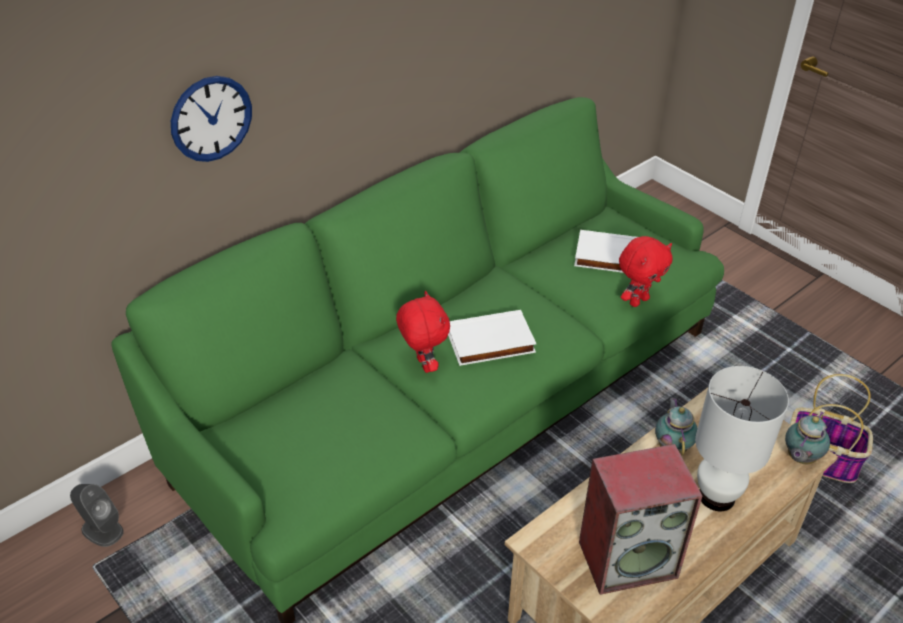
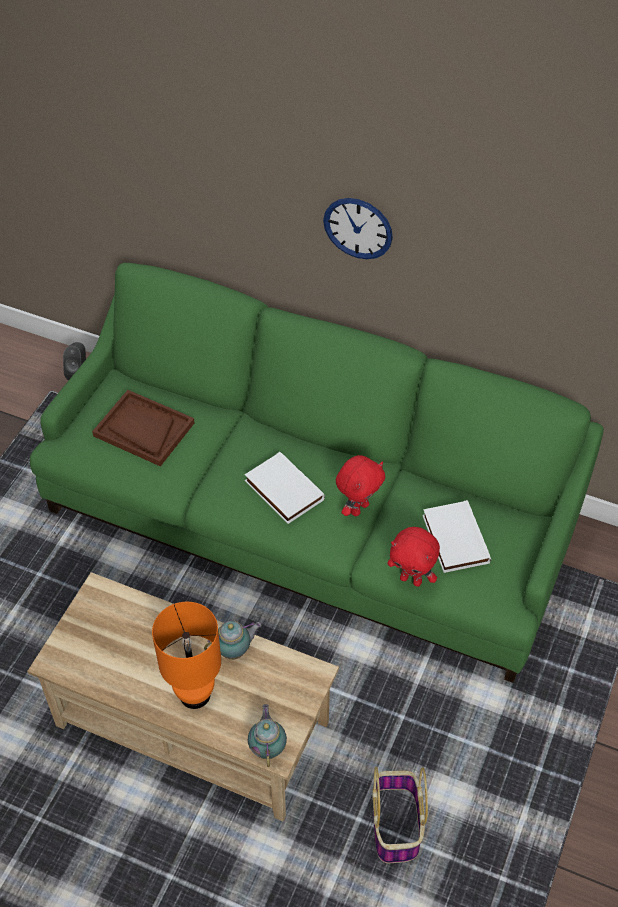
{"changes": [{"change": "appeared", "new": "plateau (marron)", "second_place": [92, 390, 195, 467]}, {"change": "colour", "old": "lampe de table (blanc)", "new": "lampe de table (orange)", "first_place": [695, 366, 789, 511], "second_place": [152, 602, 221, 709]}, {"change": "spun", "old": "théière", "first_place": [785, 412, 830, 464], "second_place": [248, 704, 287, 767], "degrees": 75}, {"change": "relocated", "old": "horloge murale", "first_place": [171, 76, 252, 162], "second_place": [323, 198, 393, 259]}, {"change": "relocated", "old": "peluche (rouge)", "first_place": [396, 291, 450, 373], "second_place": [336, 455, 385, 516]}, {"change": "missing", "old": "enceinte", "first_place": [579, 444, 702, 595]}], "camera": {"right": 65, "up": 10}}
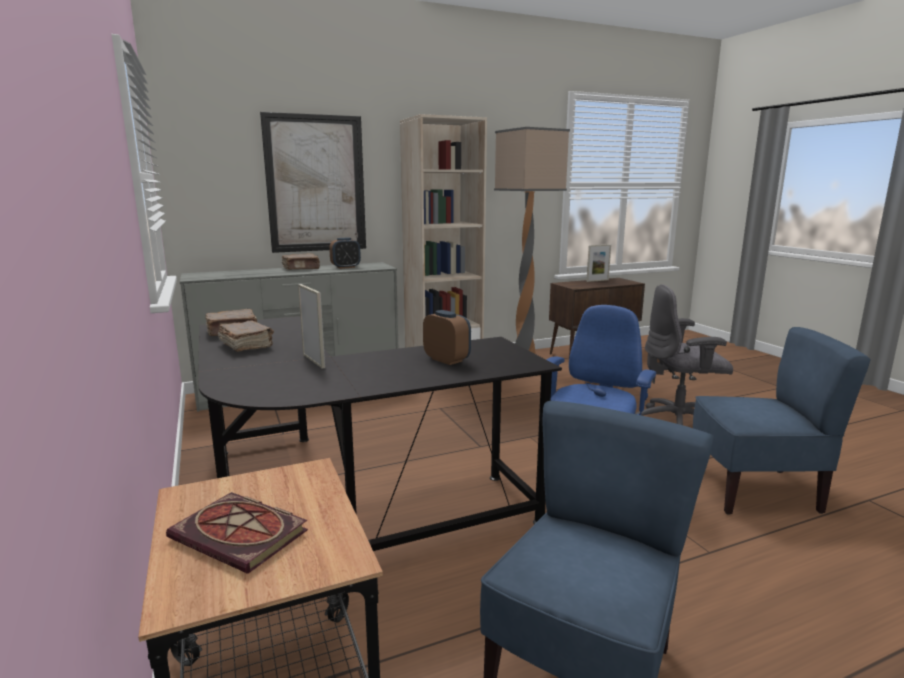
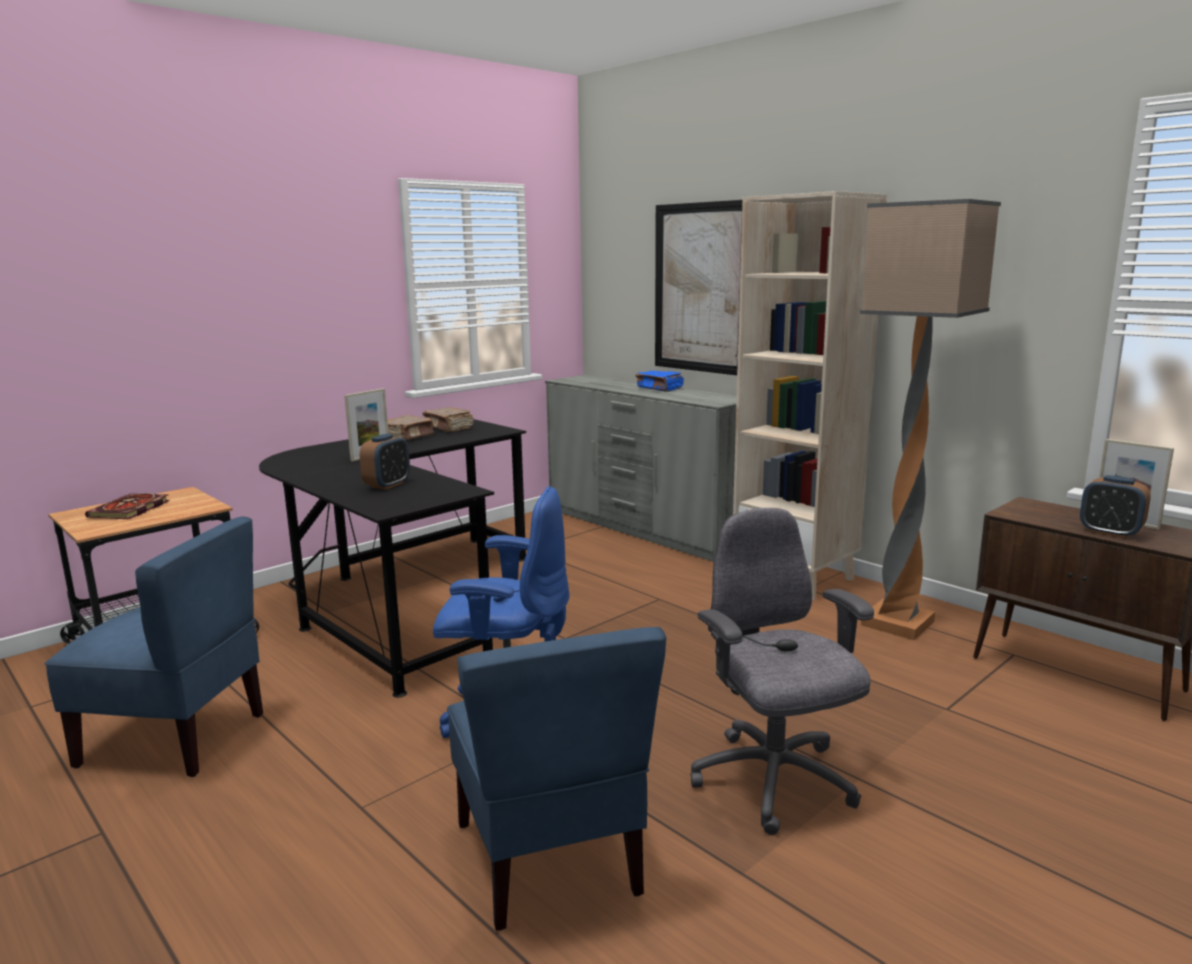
{"changes": [{"change": "colour", "old": "livre (marron)", "new": "livre (bleu)", "first_place": [282, 253, 320, 270], "second_place": [635, 370, 684, 392]}, {"change": "relocated", "old": "réveil", "first_place": [329, 238, 361, 269], "second_place": [1080, 475, 1151, 538]}], "camera": {"right": 70, "up": 0}}
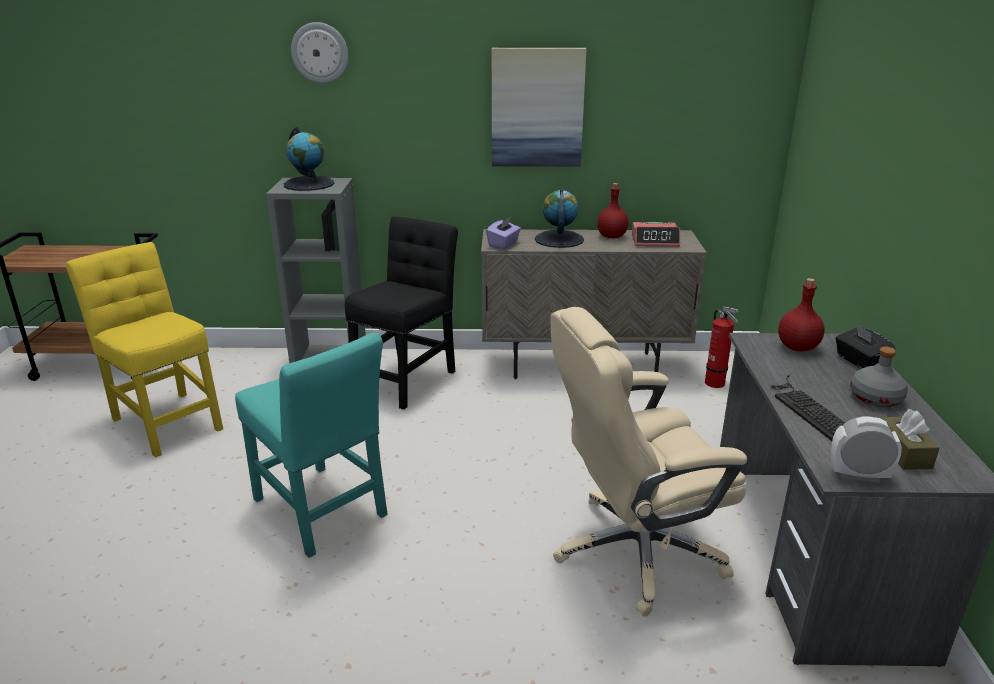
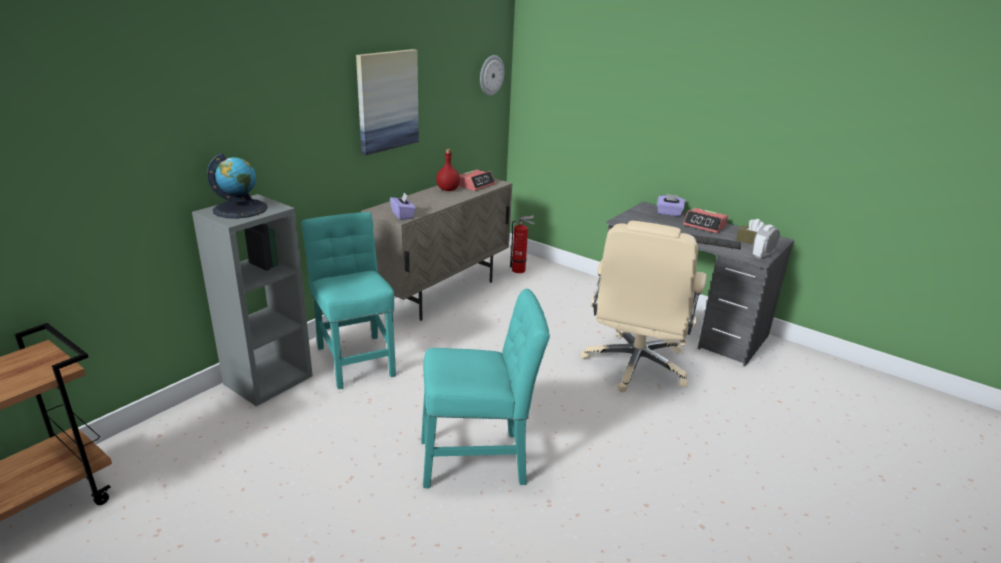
{"changes": [{"change": "colour", "old": "chaise (noir)", "new": "chaise (turquoise)", "first_place": [345, 216, 458, 410], "second_place": [302, 212, 396, 389]}, {"change": "relocated", "old": "horloge murale", "first_place": [291, 22, 348, 83], "second_place": [480, 55, 504, 96]}, {"change": "colour", "old": "boîte à mouchoirs (noir)", "new": "boîte à mouchoirs (violet)", "first_place": [835, 325, 895, 369], "second_place": [657, 194, 686, 217]}, {"change": "exchanged", "old": "bouteille (gris)", "new": "réveil", "first_place": [850, 346, 908, 407], "second_place": [683, 208, 728, 233]}, {"change": "missing", "old": "chaise (jaune)", "first_place": [66, 242, 223, 458]}, {"change": "missing", "old": "globe", "first_place": [535, 188, 584, 248]}, {"change": "missing", "old": "bouteille (rouge)", "first_place": [778, 278, 825, 351]}], "camera": {"right": -55, "up": 0}}
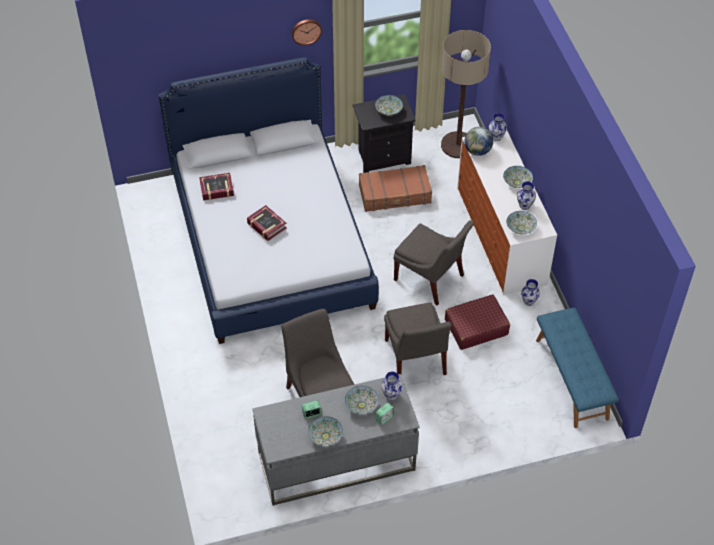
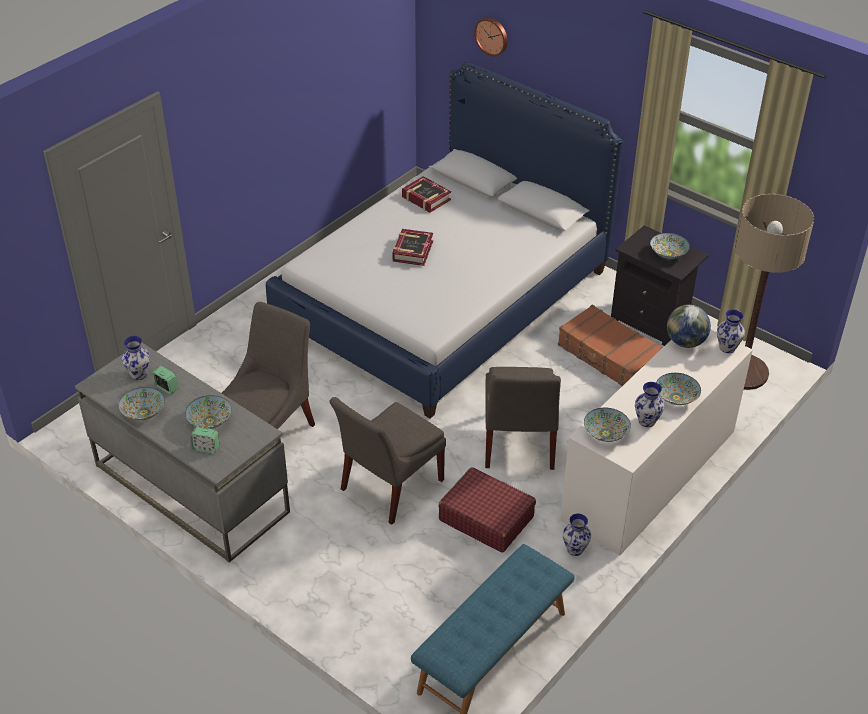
{"changes": [{"change": "relocated", "old": "vase", "first_place": [381, 371, 403, 401], "second_place": [122, 336, 151, 380]}, {"change": "relocated", "old": "horloge murale", "first_place": [292, 19, 322, 46], "second_place": [474, 17, 508, 56]}], "camera": {"right": 55, "up": -10}}
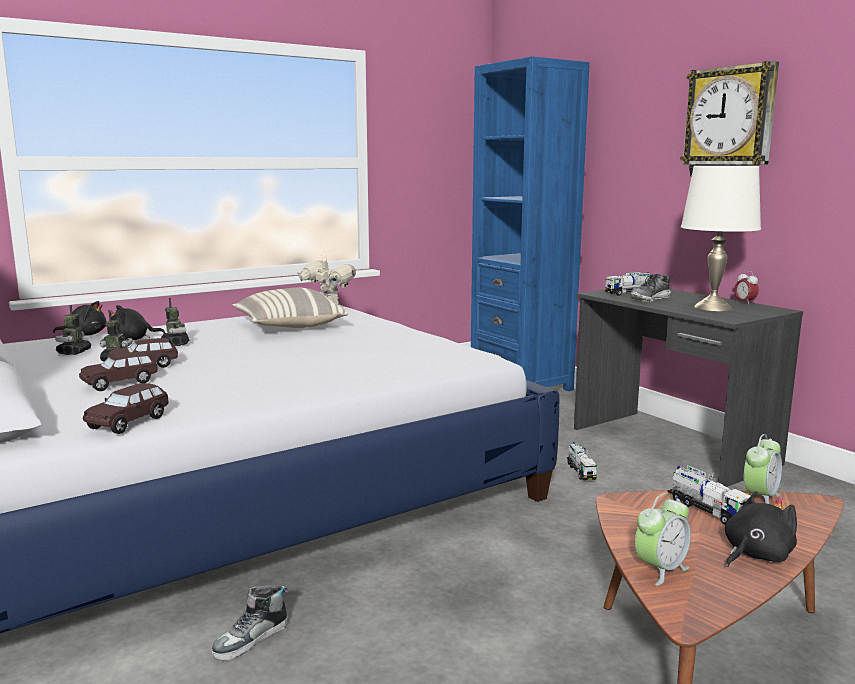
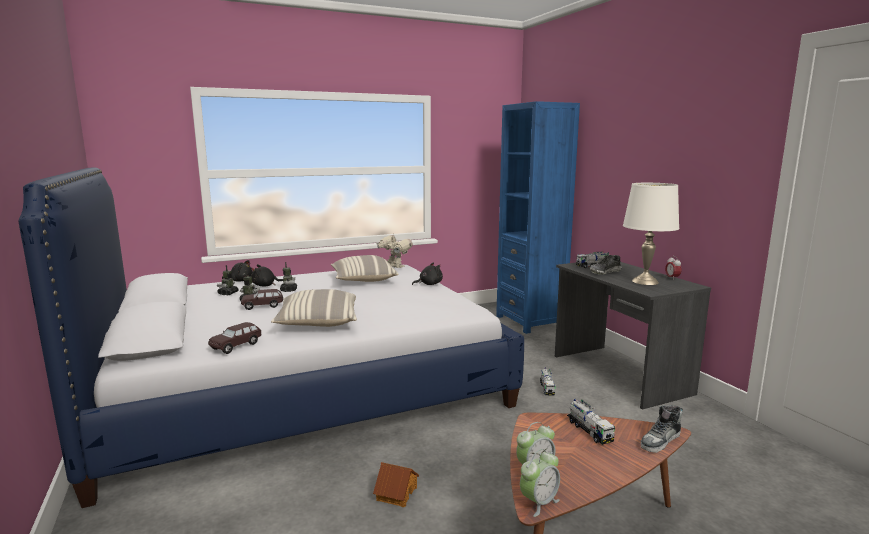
{"changes": [{"change": "appeared", "new": "coussin", "second_place": [271, 289, 357, 327]}, {"change": "appeared", "new": "maison miniature", "second_place": [373, 462, 419, 507]}, {"change": "relocated", "old": "peluche (noir)", "first_place": [725, 491, 797, 567], "second_place": [412, 262, 443, 285]}, {"change": "relocated", "old": "réveil", "first_place": [744, 434, 782, 504], "second_place": [520, 449, 560, 517]}, {"change": "relocated", "old": "chaussure", "first_place": [211, 585, 288, 660], "second_place": [641, 405, 683, 453]}, {"change": "missing", "old": "petite voiture (marron)", "first_place": [79, 352, 158, 391]}, {"change": "missing", "old": "horloge murale", "first_place": [680, 61, 779, 176]}], "camera": {"right": 10, "up": 0}}
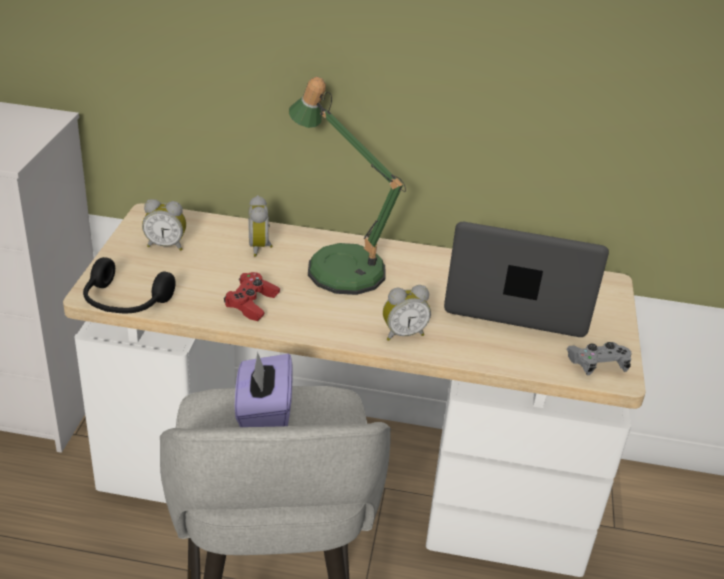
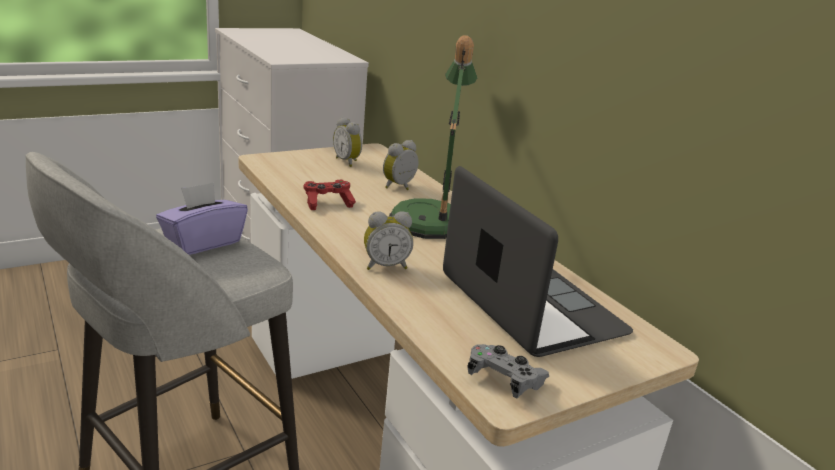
{"changes": [{"change": "spun", "old": "réveil", "first_place": [383, 285, 431, 341], "second_place": [364, 211, 413, 270], "degrees": -45}, {"change": "missing", "old": "casque audio (noir)", "first_place": [83, 257, 176, 313]}], "camera": {"right": 50, "up": -10}}
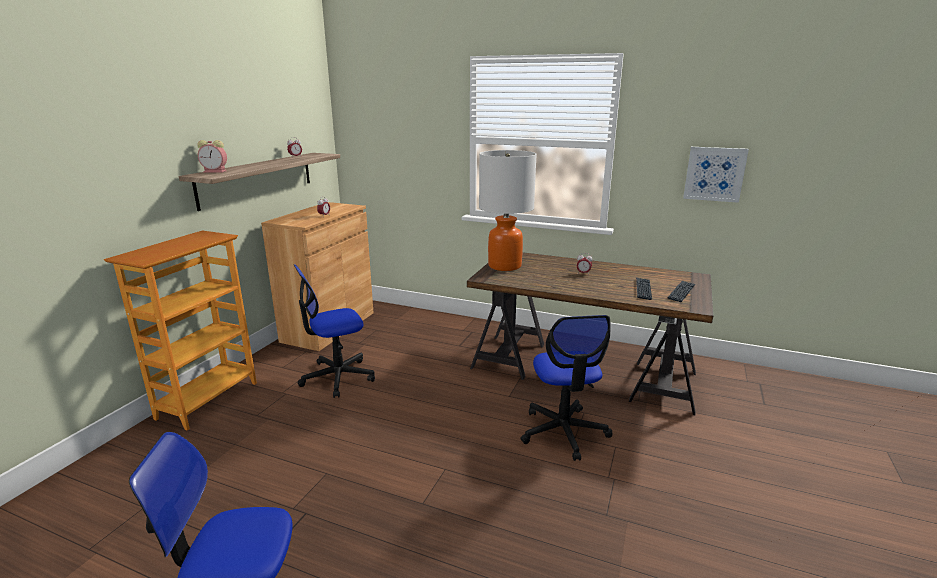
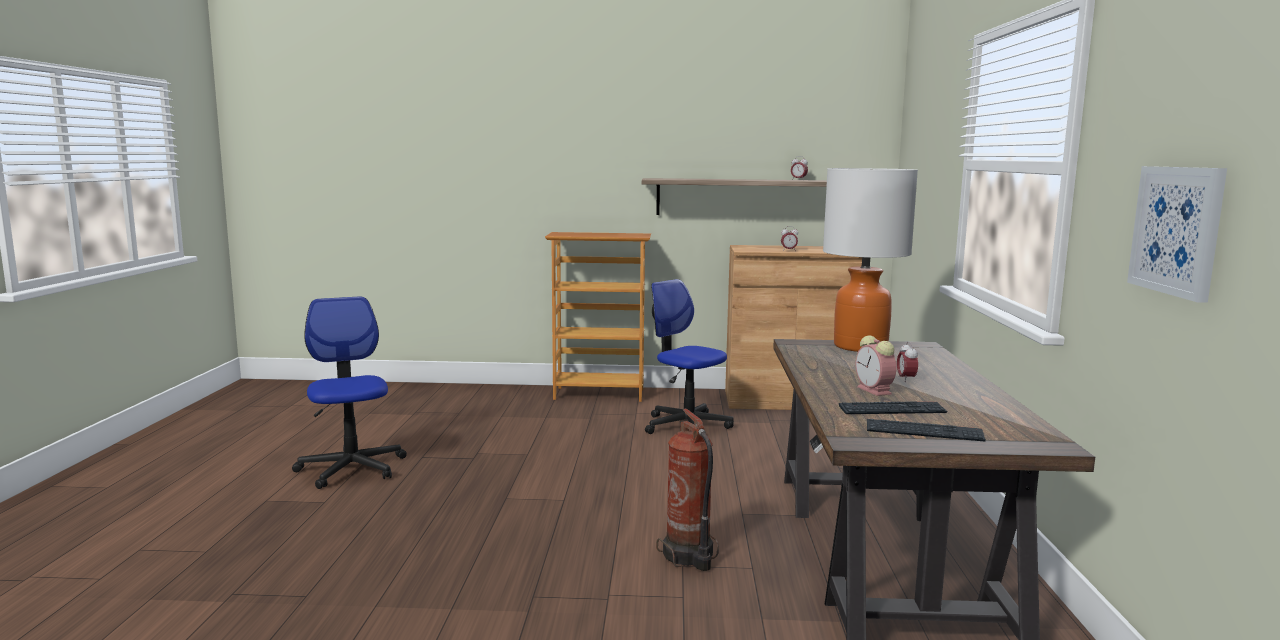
{"changes": [{"change": "exchanged", "old": "chaise de bureau", "new": "extincteur", "first_place": [520, 315, 613, 461], "second_place": [656, 409, 719, 571]}, {"change": "relocated", "old": "réveil", "first_place": [197, 140, 227, 173], "second_place": [856, 336, 896, 396]}], "camera": {"right": 70, "up": -10}}
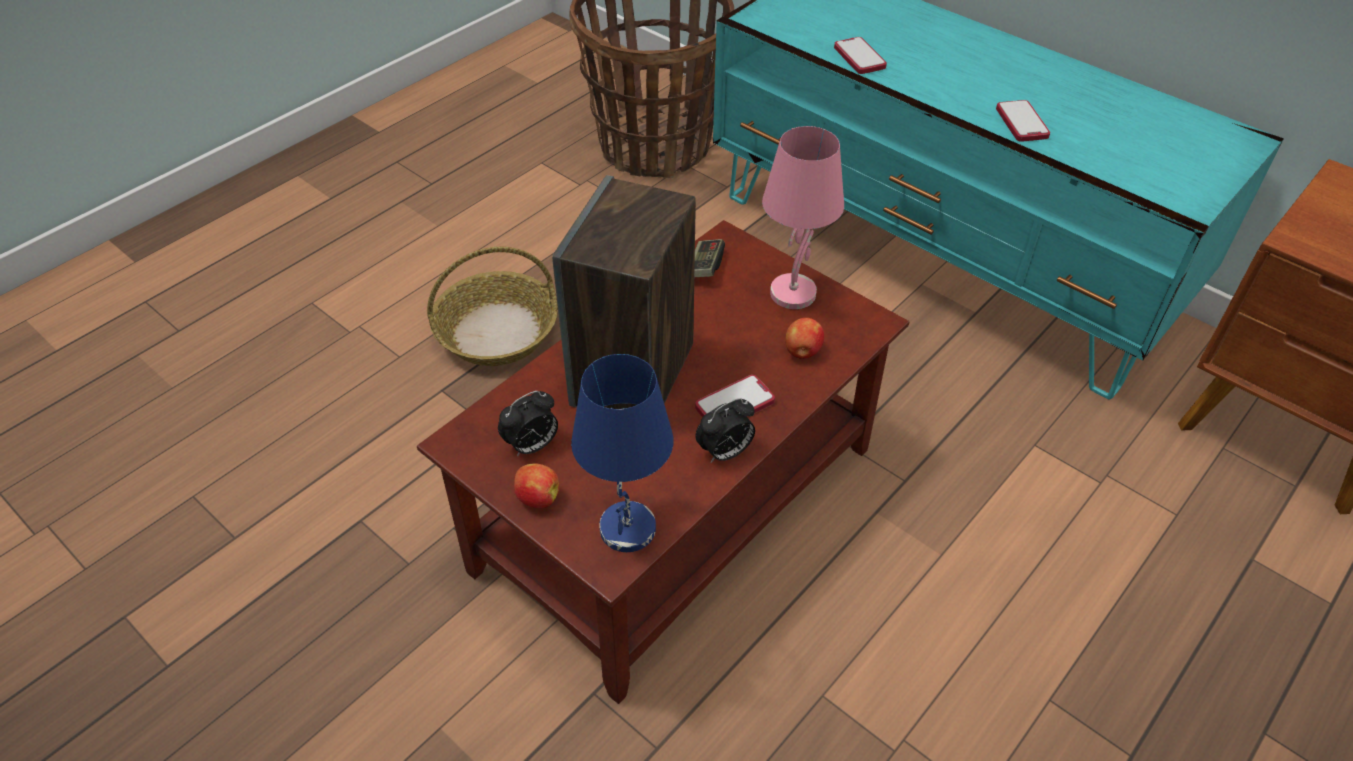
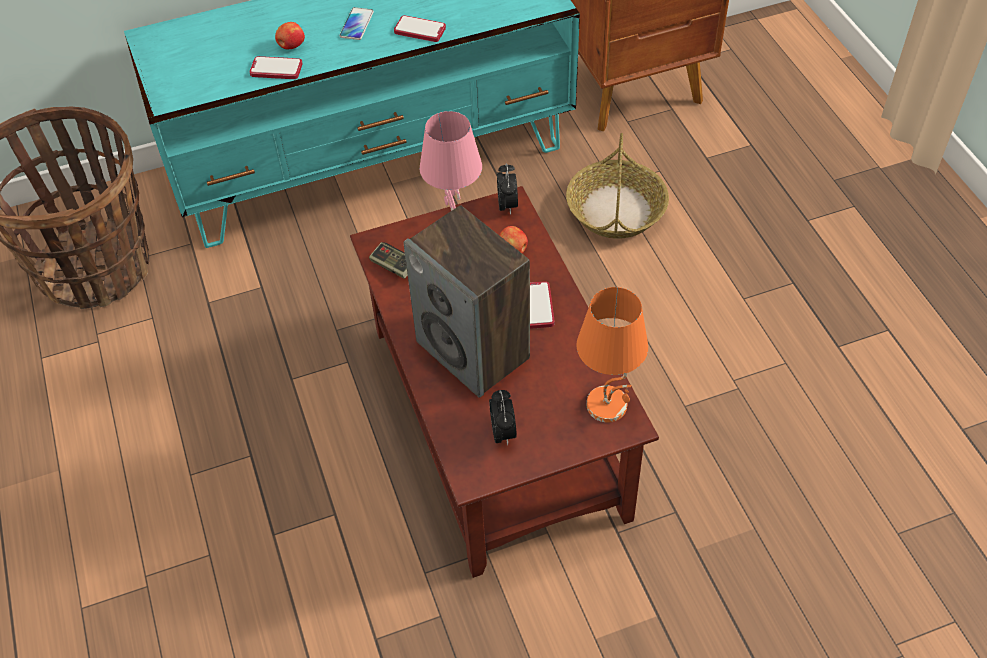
{"changes": [{"change": "relocated", "old": "pomme", "first_place": [514, 463, 559, 508], "second_place": [275, 22, 305, 49]}, {"change": "appeared", "new": "téléphone", "second_place": [340, 7, 374, 40]}, {"change": "relocated", "old": "réveil", "first_place": [695, 398, 755, 463], "second_place": [497, 163, 518, 215]}, {"change": "relocated", "old": "panier", "first_place": [427, 247, 558, 366], "second_place": [566, 133, 669, 239]}, {"change": "colour", "old": "lampe de table (bleu)", "new": "lampe de table (orange)", "first_place": [571, 354, 674, 552], "second_place": [576, 287, 648, 422]}], "camera": {"right": -60, "up": 5}}
